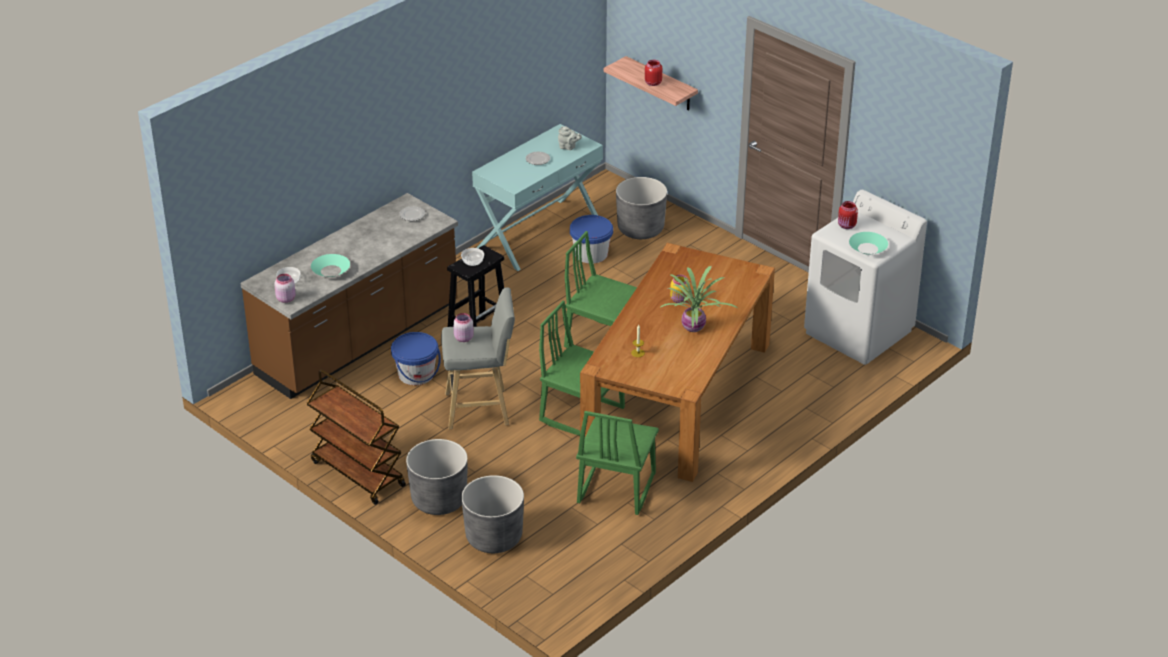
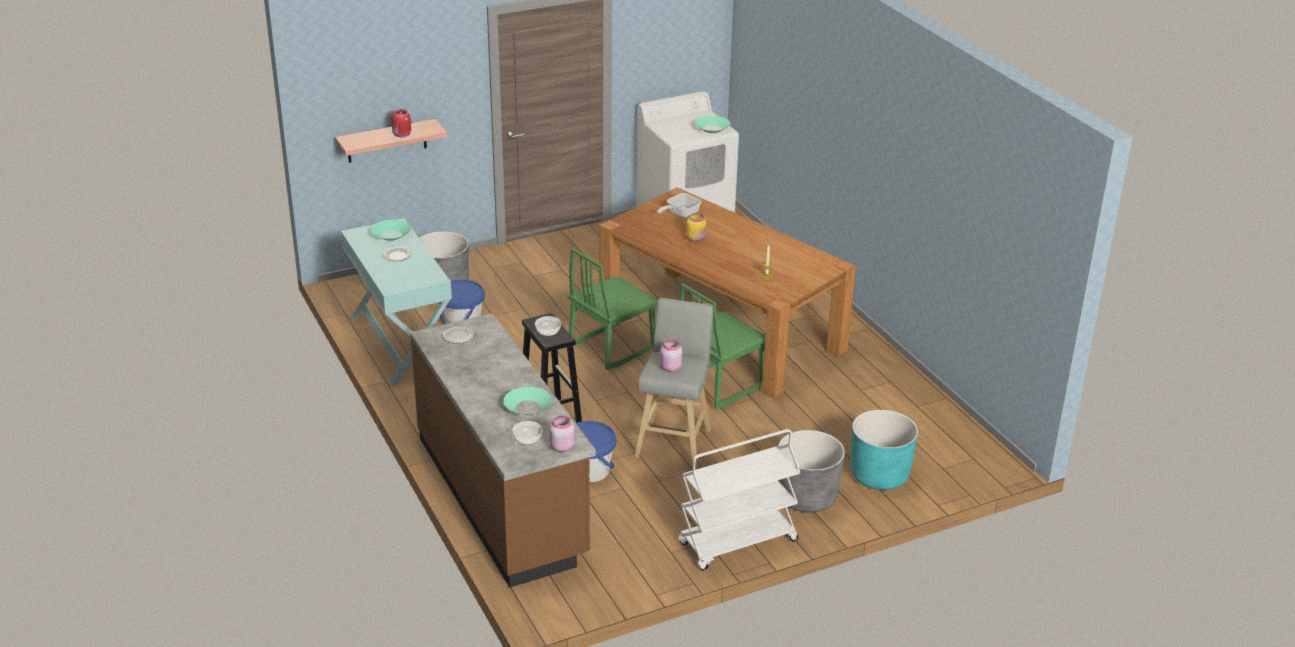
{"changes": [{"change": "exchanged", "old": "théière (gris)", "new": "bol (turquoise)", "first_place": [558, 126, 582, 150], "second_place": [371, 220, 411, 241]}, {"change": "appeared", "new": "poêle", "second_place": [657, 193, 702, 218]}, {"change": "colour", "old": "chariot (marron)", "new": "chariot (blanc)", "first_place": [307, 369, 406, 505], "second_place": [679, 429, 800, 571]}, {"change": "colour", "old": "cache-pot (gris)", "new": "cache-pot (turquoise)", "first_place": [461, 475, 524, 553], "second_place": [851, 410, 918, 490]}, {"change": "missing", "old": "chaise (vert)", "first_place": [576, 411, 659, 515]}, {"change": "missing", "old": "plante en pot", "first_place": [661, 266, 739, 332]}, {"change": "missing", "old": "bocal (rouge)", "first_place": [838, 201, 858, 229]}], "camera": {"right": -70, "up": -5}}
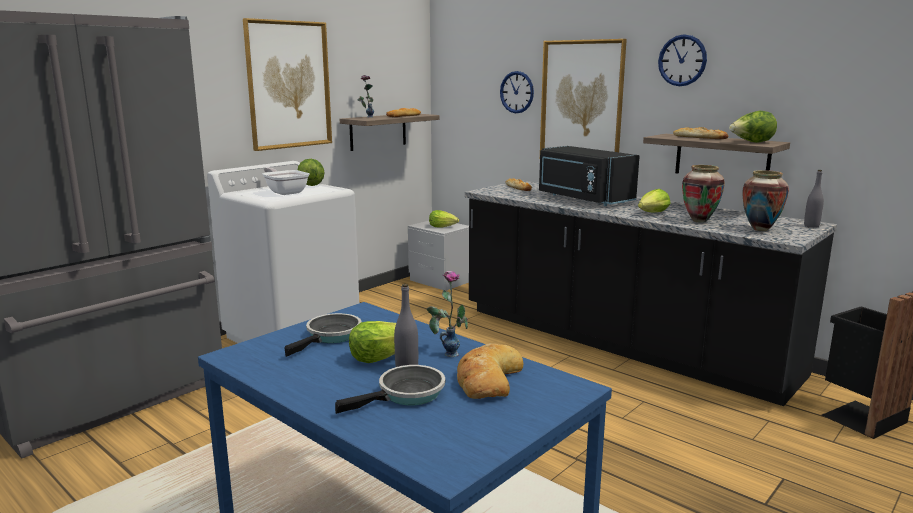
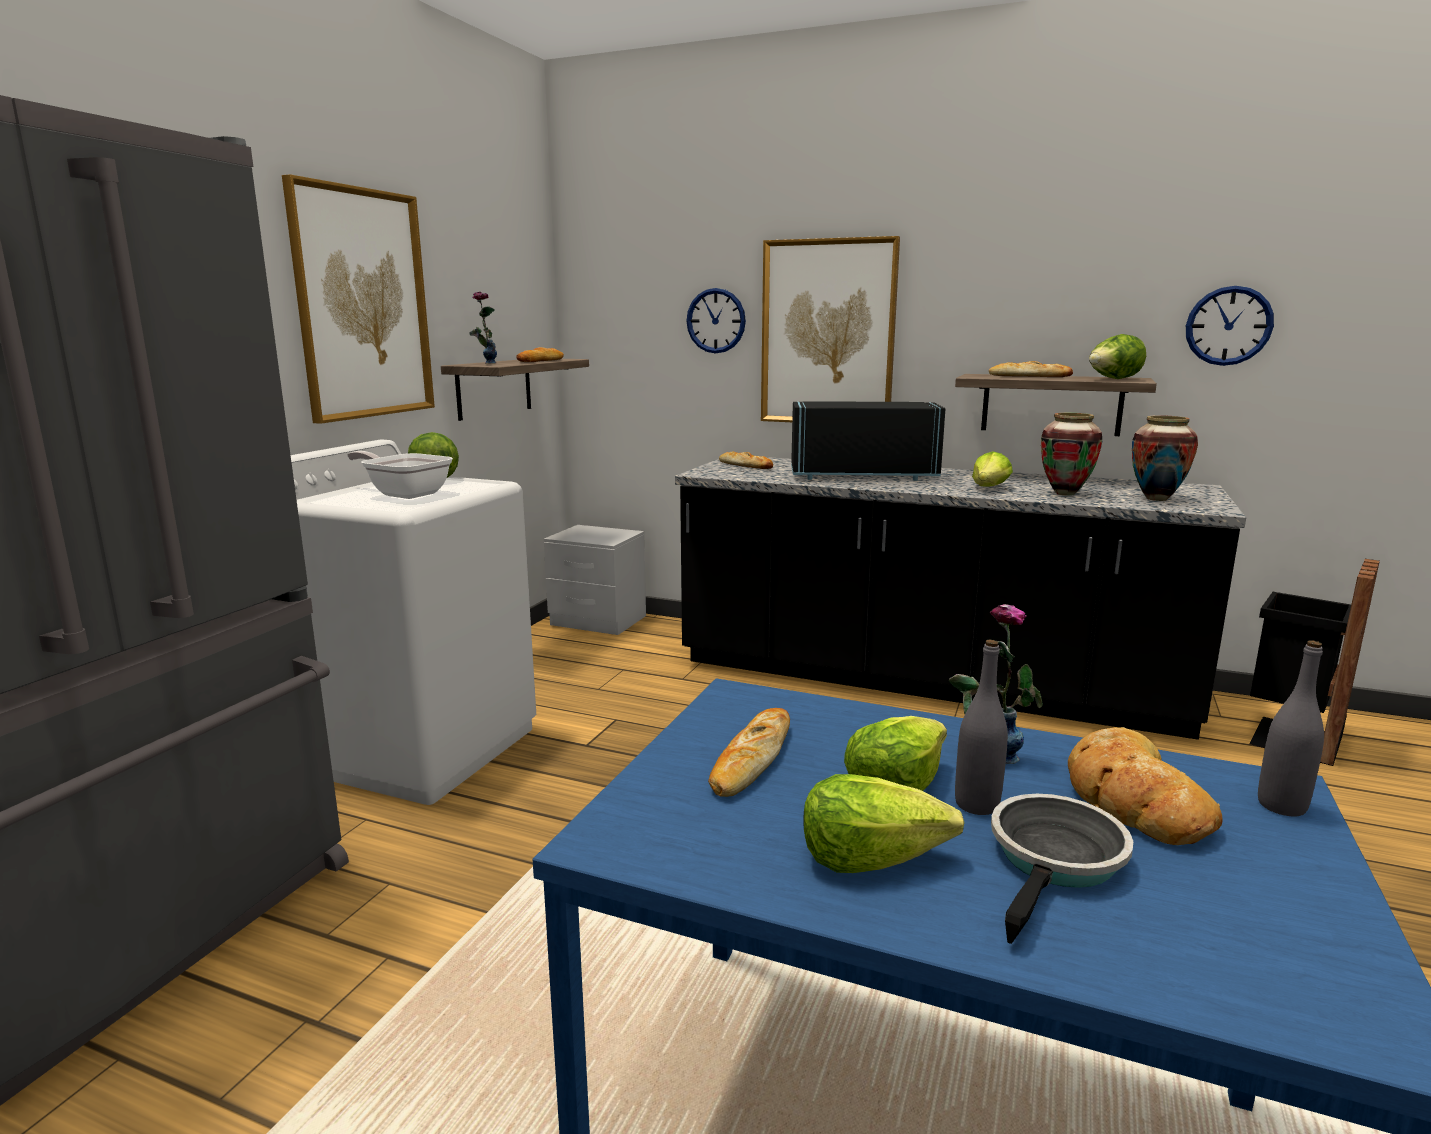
{"changes": [{"change": "exchanged", "old": "poêle", "new": "pain", "first_place": [284, 313, 361, 357], "second_place": [708, 708, 790, 797]}, {"change": "spun", "old": "micro-ondes (noir)", "first_place": [539, 146, 640, 206], "second_place": [791, 401, 945, 481], "degrees": 150}, {"change": "relocated", "old": "laitue", "first_place": [429, 210, 459, 228], "second_place": [804, 774, 964, 873]}, {"change": "relocated", "old": "horloge murale", "first_place": [658, 34, 707, 86], "second_place": [1186, 286, 1274, 366]}, {"change": "relocated", "old": "bouteille (gris)", "first_place": [804, 170, 824, 228], "second_place": [1258, 640, 1324, 817]}], "camera": {"right": -20, "up": 0}}
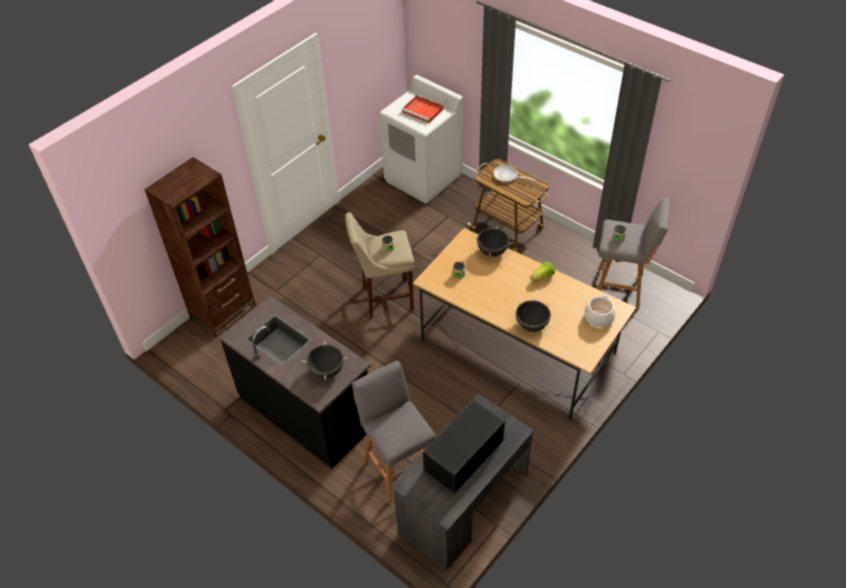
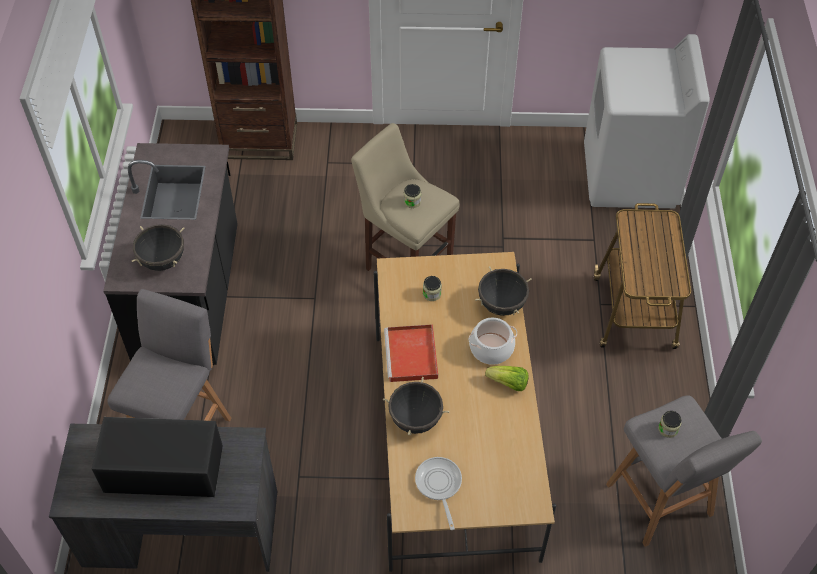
{"changes": [{"change": "relocated", "old": "plateau (rouge)", "first_place": [402, 95, 444, 123], "second_place": [384, 324, 438, 382]}, {"change": "relocated", "old": "poêle", "first_place": [493, 165, 535, 182], "second_place": [415, 457, 462, 530]}, {"change": "relocated", "old": "marmite", "first_place": [584, 296, 616, 327], "second_place": [468, 318, 517, 365]}], "camera": {"right": 50, "up": 5}}
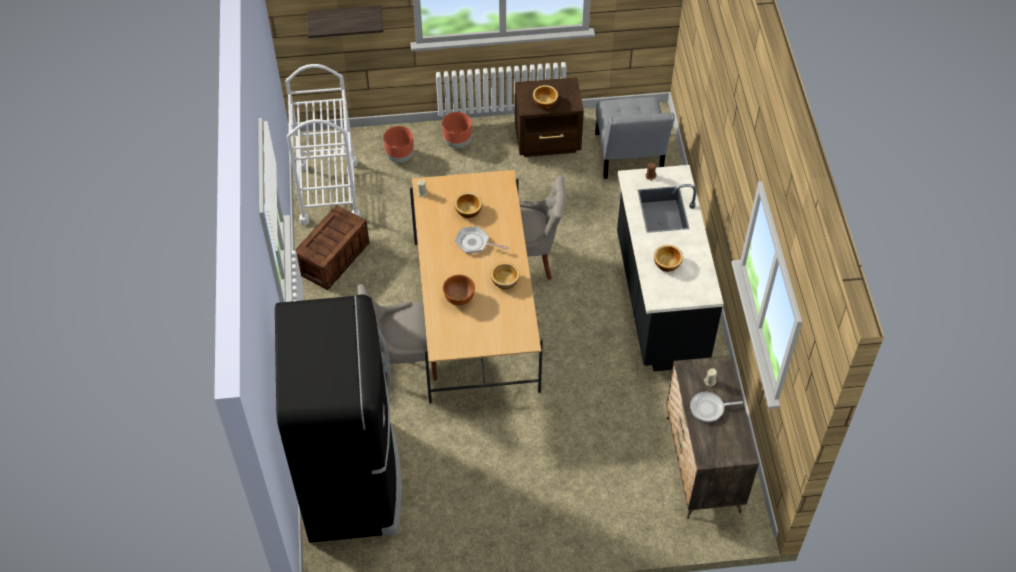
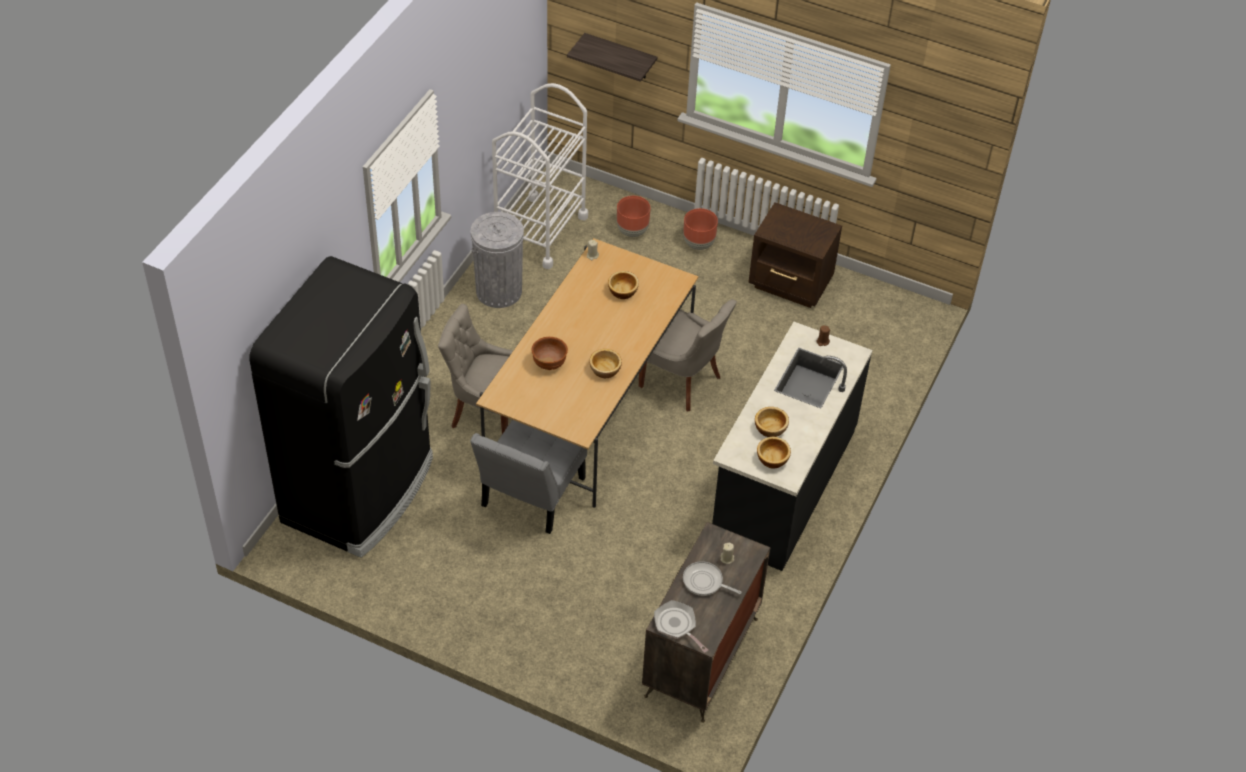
{"changes": [{"change": "relocated", "old": "chaise (gris)", "first_place": [595, 97, 675, 179], "second_place": [470, 420, 587, 534]}, {"change": "exchanged", "old": "caisse", "new": "poubelle (gris)", "first_place": [295, 205, 369, 290], "second_place": [471, 212, 524, 308]}, {"change": "relocated", "old": "poêle", "first_place": [455, 226, 509, 254], "second_place": [654, 600, 708, 653]}, {"change": "relocated", "old": "bol", "first_place": [533, 85, 558, 109], "second_place": [757, 437, 791, 469]}], "camera": {"right": 30, "up": -5}}
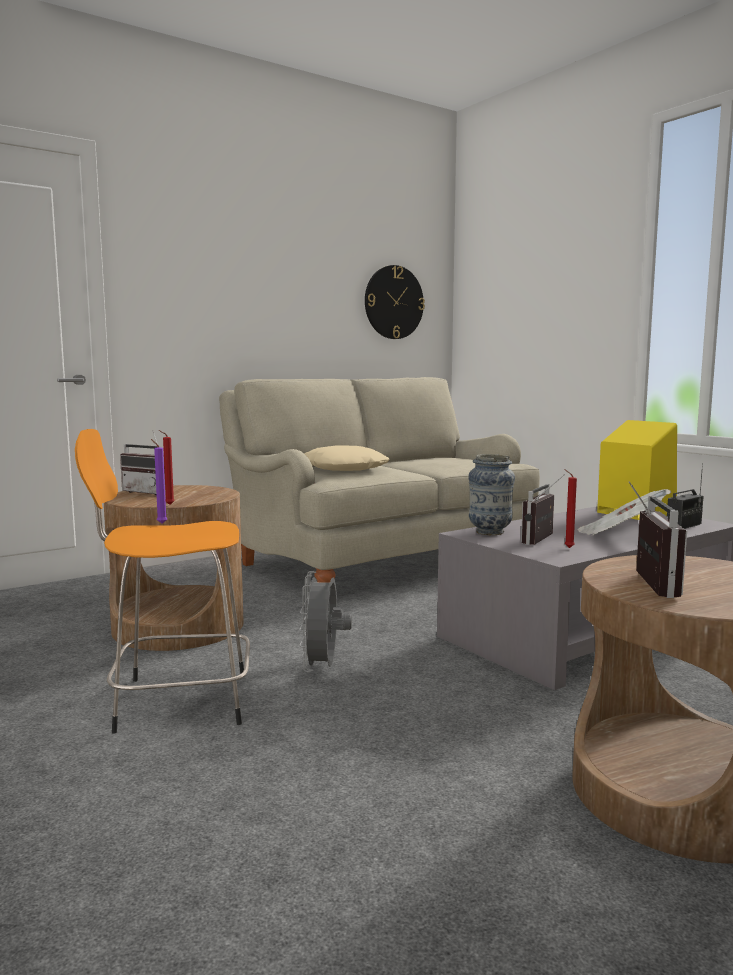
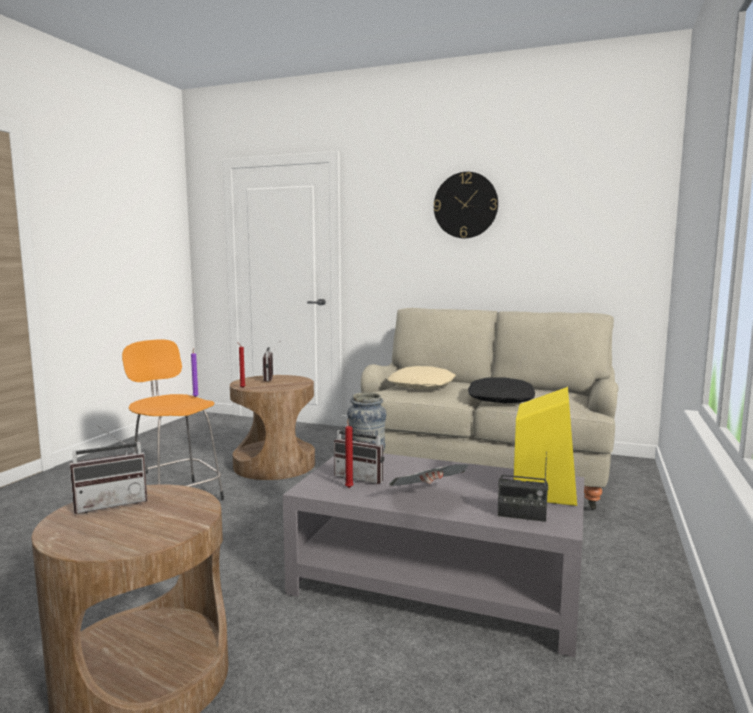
{"changes": [{"change": "spun", "old": "radio", "first_place": [521, 475, 564, 545], "second_place": [334, 416, 384, 484], "degrees": -150}, {"change": "relocated", "old": "horloge murale", "first_place": [365, 265, 425, 339], "second_place": [434, 172, 498, 238]}, {"change": "appeared", "new": "coussin (noir)", "second_place": [468, 377, 535, 403]}, {"change": "missing", "old": "ventilateur (gris)", "first_place": [299, 571, 352, 672]}], "camera": {"right": 55, "up": 0}}
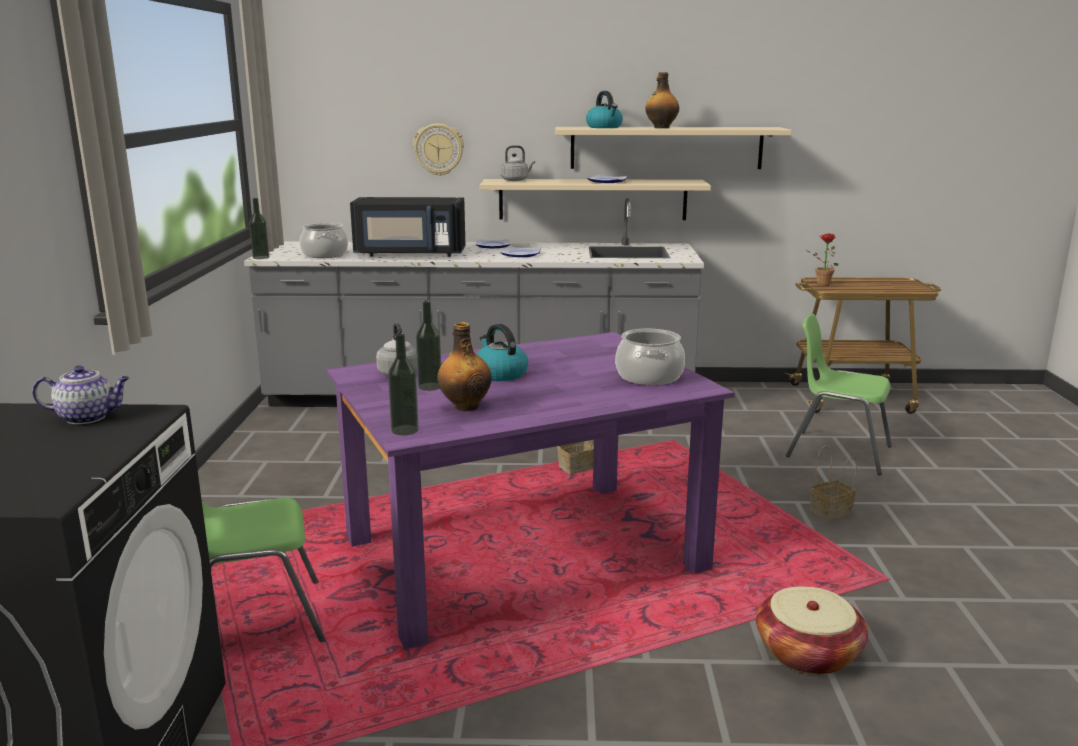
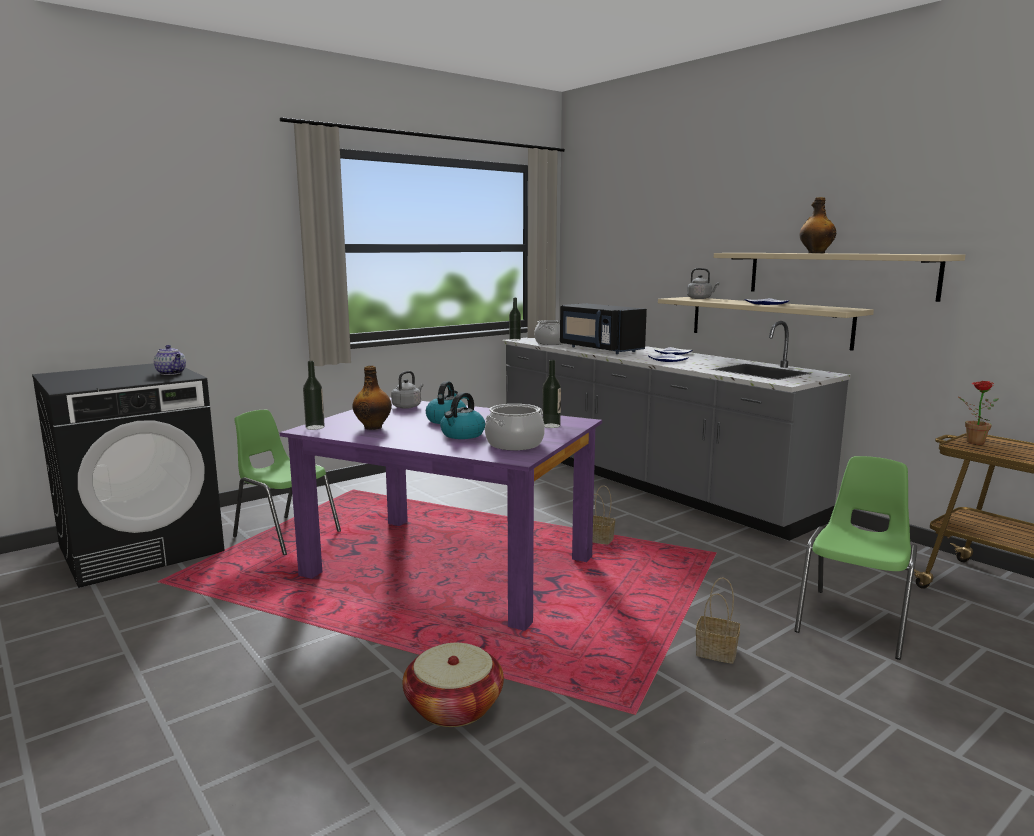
{"changes": [{"change": "relocated", "old": "bouilloire", "first_place": [586, 91, 623, 128], "second_place": [440, 392, 485, 439]}, {"change": "relocated", "old": "bouteille", "first_place": [416, 301, 441, 391], "second_place": [542, 360, 561, 428]}, {"change": "spun", "old": "chaise (vert)", "first_place": [786, 314, 892, 475], "second_place": [794, 456, 917, 660], "degrees": 45}, {"change": "missing", "old": "horloge murale", "first_place": [413, 124, 464, 176]}], "camera": {"right": 50, "up": -5}}
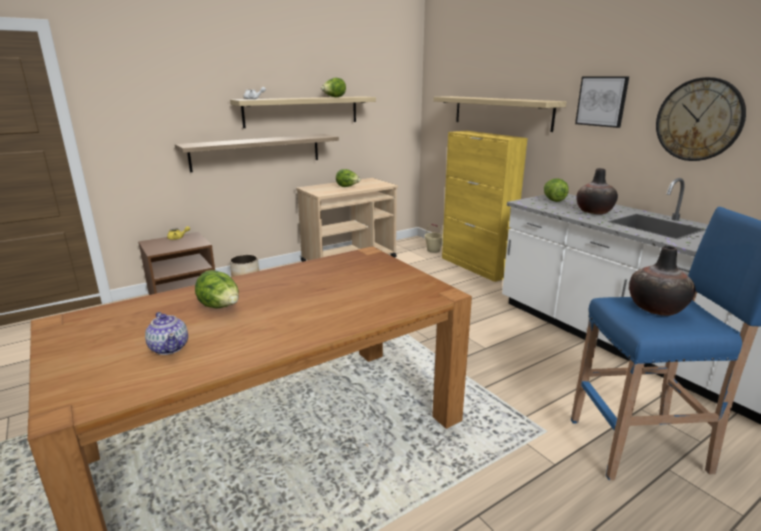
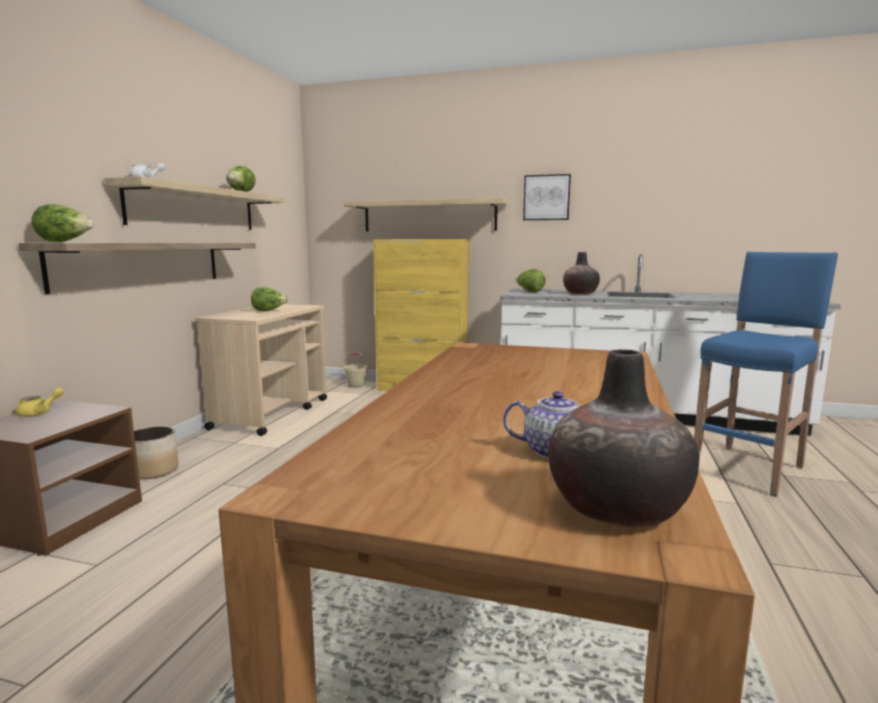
{"changes": [{"change": "relocated", "old": "laitue", "first_place": [195, 270, 239, 308], "second_place": [31, 204, 94, 242]}, {"change": "relocated", "old": "vase", "first_place": [629, 246, 695, 316], "second_place": [548, 349, 699, 528]}, {"change": "missing", "old": "horloge murale", "first_place": [656, 77, 746, 161]}], "camera": {"right": -40, "up": -10}}
